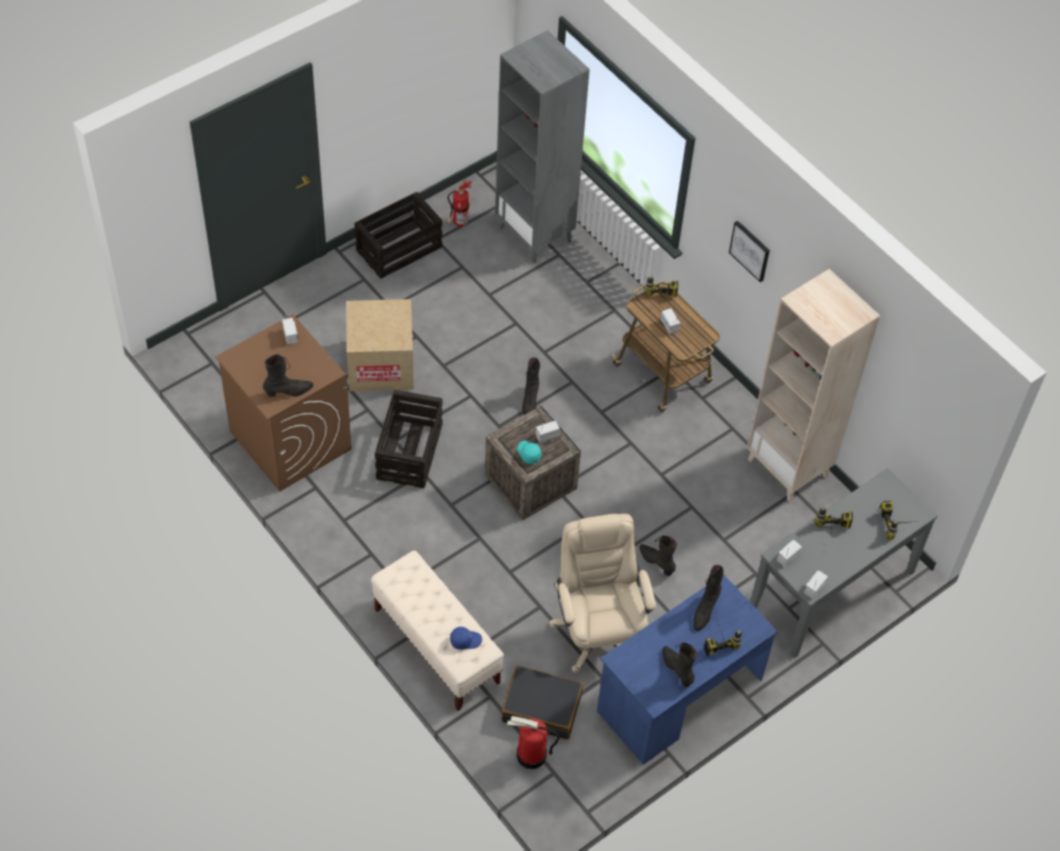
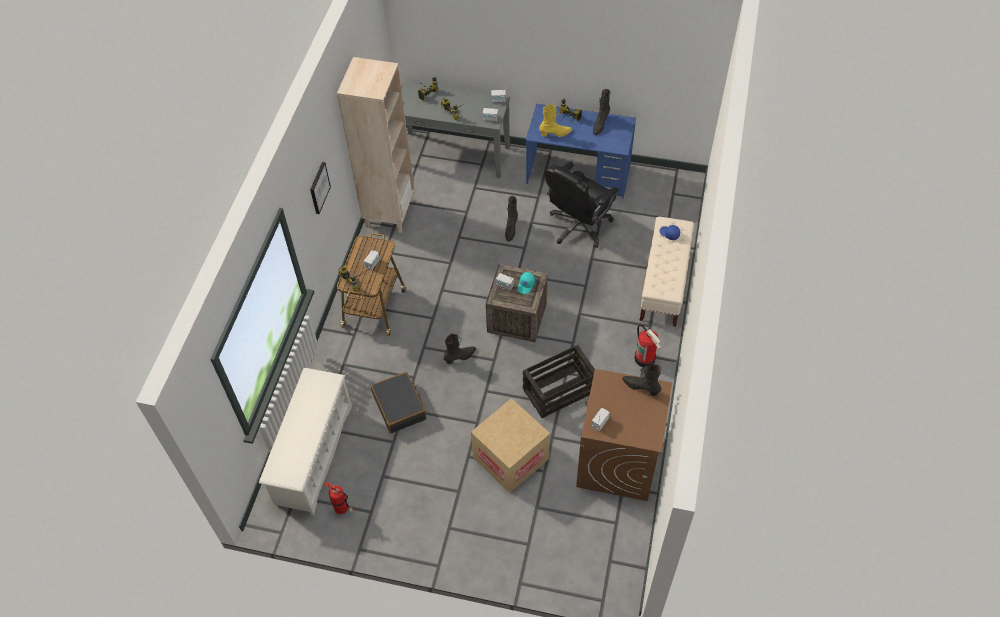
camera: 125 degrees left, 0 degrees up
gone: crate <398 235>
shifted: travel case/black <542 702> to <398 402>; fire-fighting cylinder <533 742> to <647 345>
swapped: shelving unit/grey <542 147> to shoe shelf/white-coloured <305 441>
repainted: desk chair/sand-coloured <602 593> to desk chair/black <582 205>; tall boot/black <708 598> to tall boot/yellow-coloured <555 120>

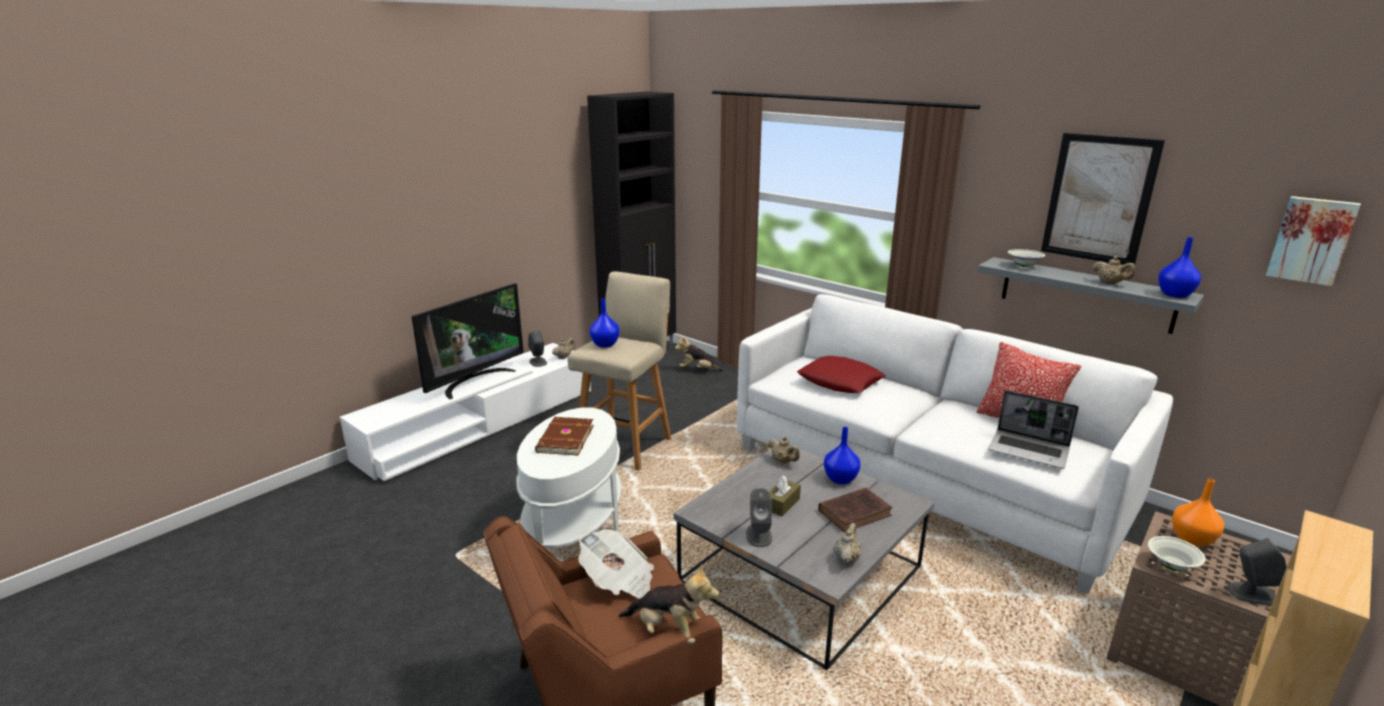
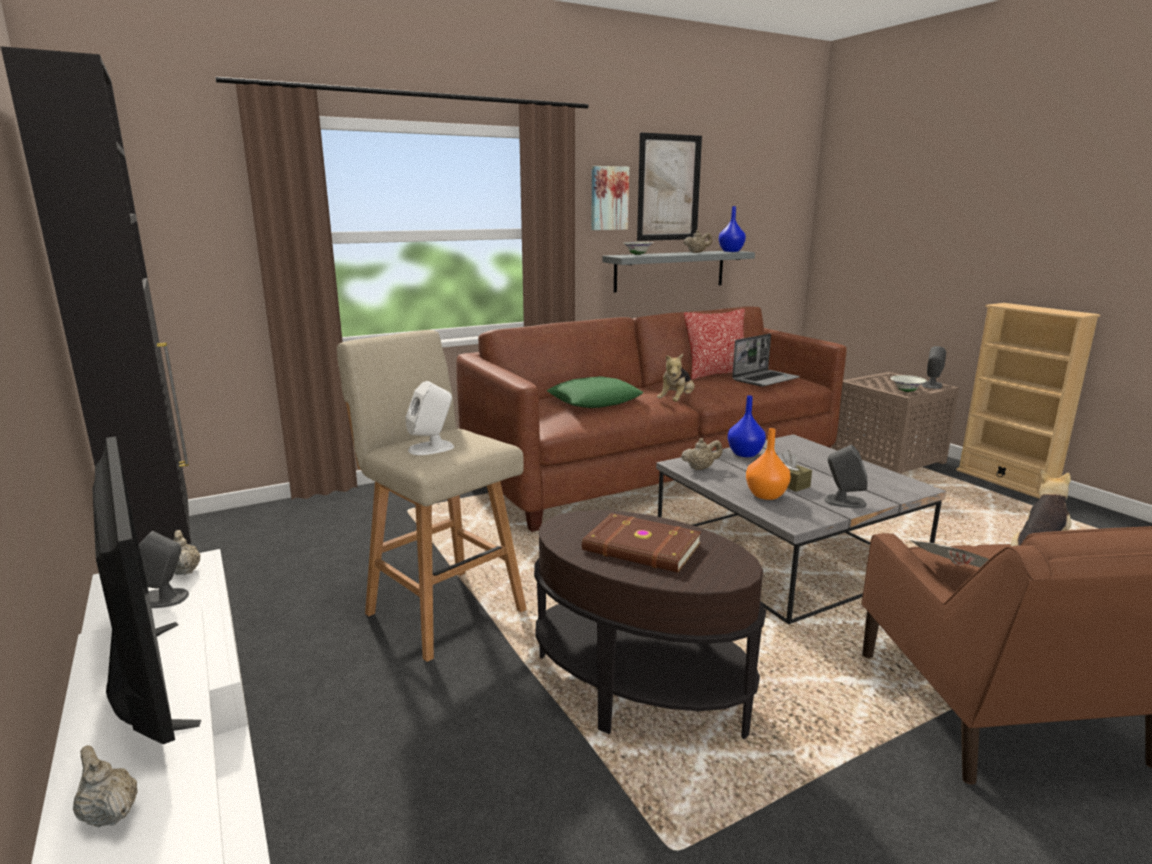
camera: 70 degrees left, 5 degrees down
gone: bound book/brownish <855 510>
shifted: cuddly toy <699 353> to <675 378>; teapot/sand-coloured <847 544> to <105 787>; decorative vase/orange-coloured <1198 513> to <768 464>; wall picture <1313 241> to <610 198>
swapped: decorative vase/blue <605 323> to audio speaker/white-coloured <430 418>
repainted: side table/white-coloured <569 478> to side table/brownish <650 624>; sofa/white-coloured <955 444> to sofa/brownish <651 419>; throw pillow/red-coloured <841 374> to throw pillow/green-coloured <595 392>

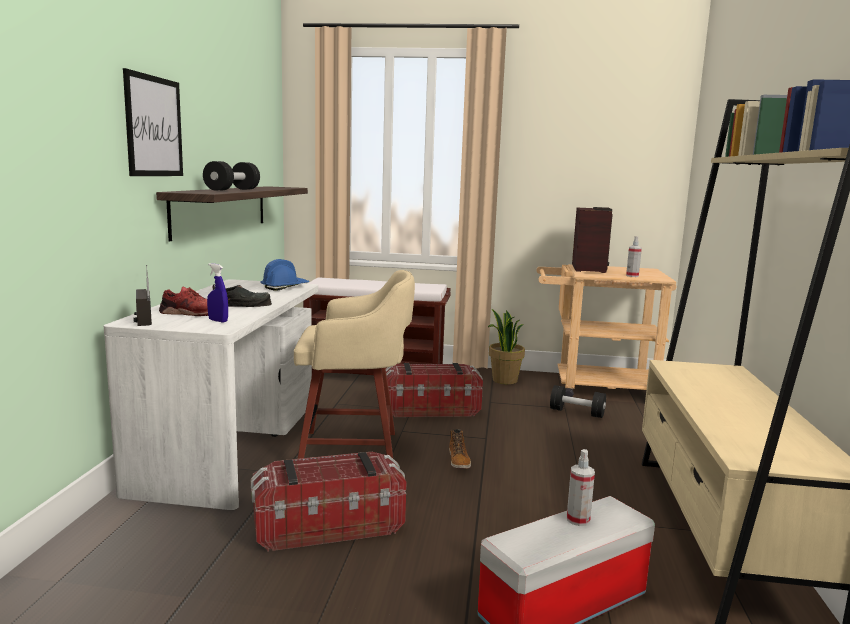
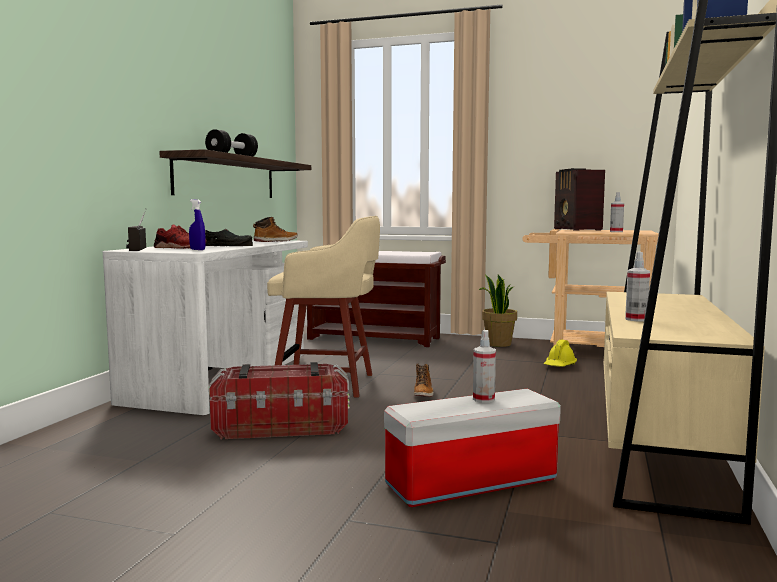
camera: 10 degrees right, 5 degrees down
gone: wall picture <153 122>; storage box <434 390>
new: sprayer <637 286>
swapped: safety helmet/blue <285 275> to tall boot <275 229>; hand weight/black <578 401> to safety helmet/yellow-coloured <560 353>
rotated: radio receiver <592 240> = <579 199> 150 degrees clockwise

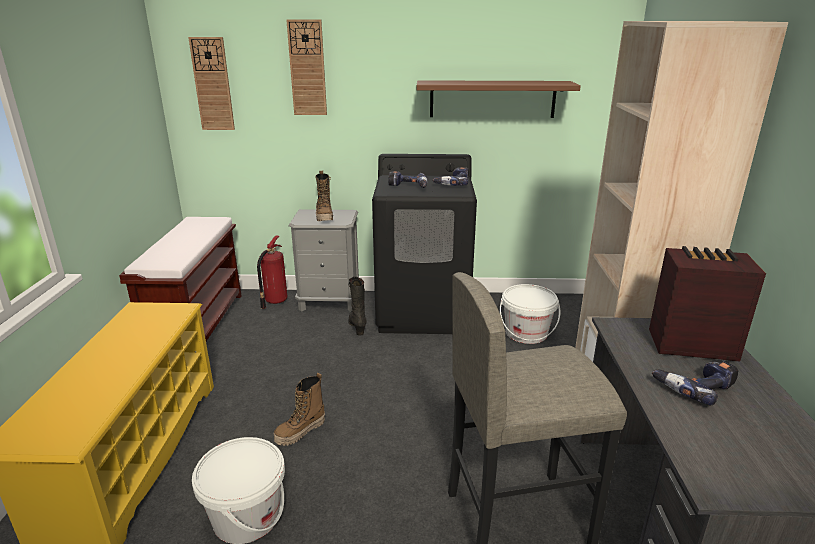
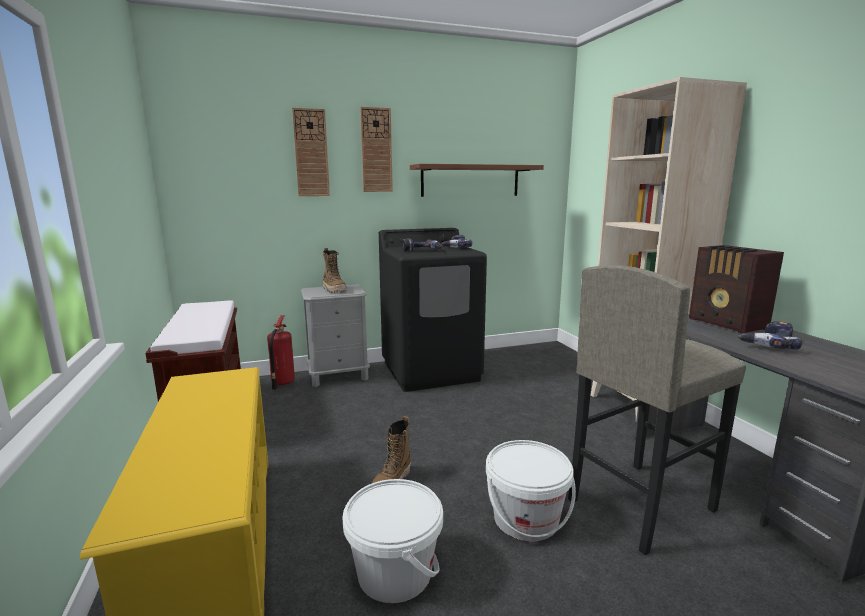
camera: 20 degrees left, 10 degrees down
gone: tall boot/black <357 306>
shifted: clock on the wall <211 83> to <376 149>; pail/white-coloured <530 314> to <531 490>
rotated: radio receiver <707 303> = <736 289> 105 degrees counterclockwise

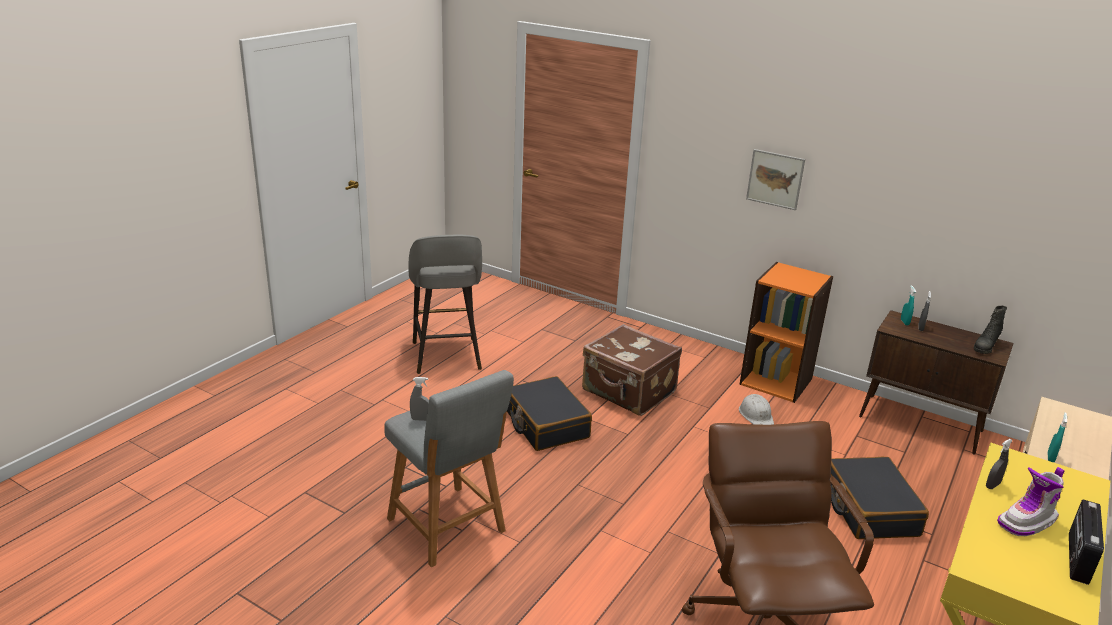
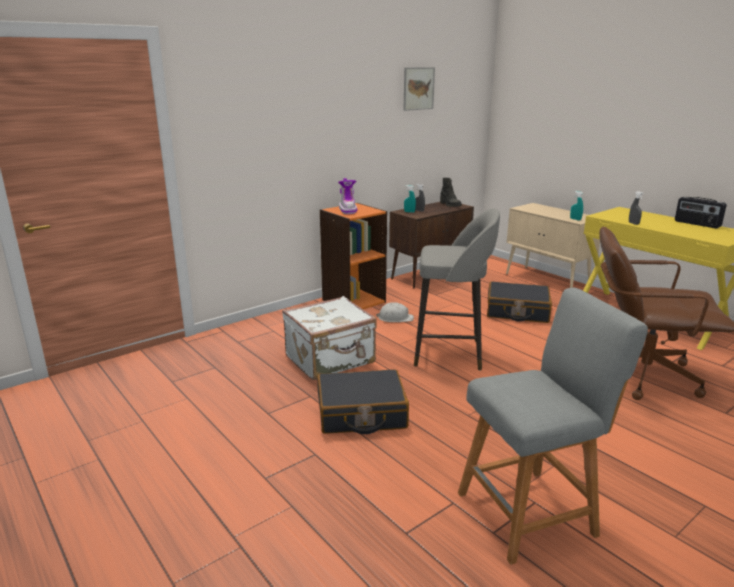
camera: 70 degrees left, 5 degrees down
gone: sprayer/grey <419 399>
shifted: sitting stool/grey <445 304> to <457 289>; wall picture <775 179> to <419 89>; tall boot <1030 501> to <347 196>
repainted: travel case/brownish <632 370> to travel case/white-coloured <329 338>

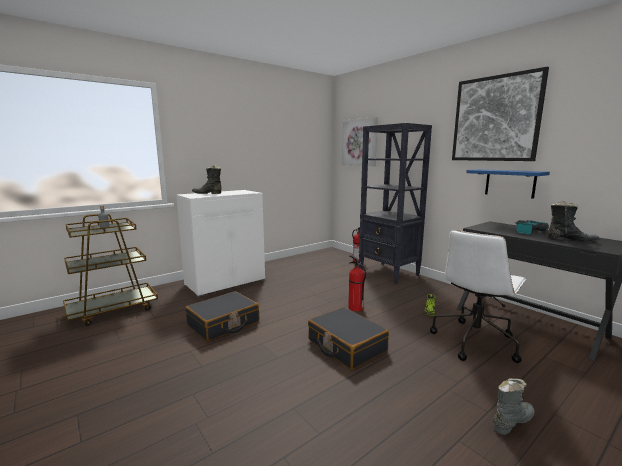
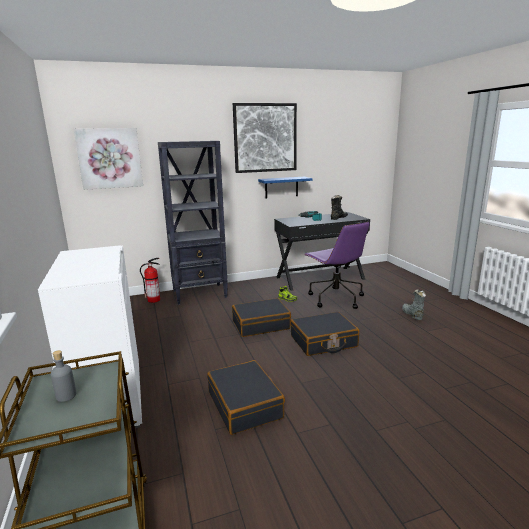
camera: 70 degrees left, 5 degrees up
gone: tall boot/black <207 179>
swapped: fire-fighting cylinder <357 283> to travel case/black <261 317>
repainted: desk chair/white-coloured <478 296> to desk chair/purplish <337 265>

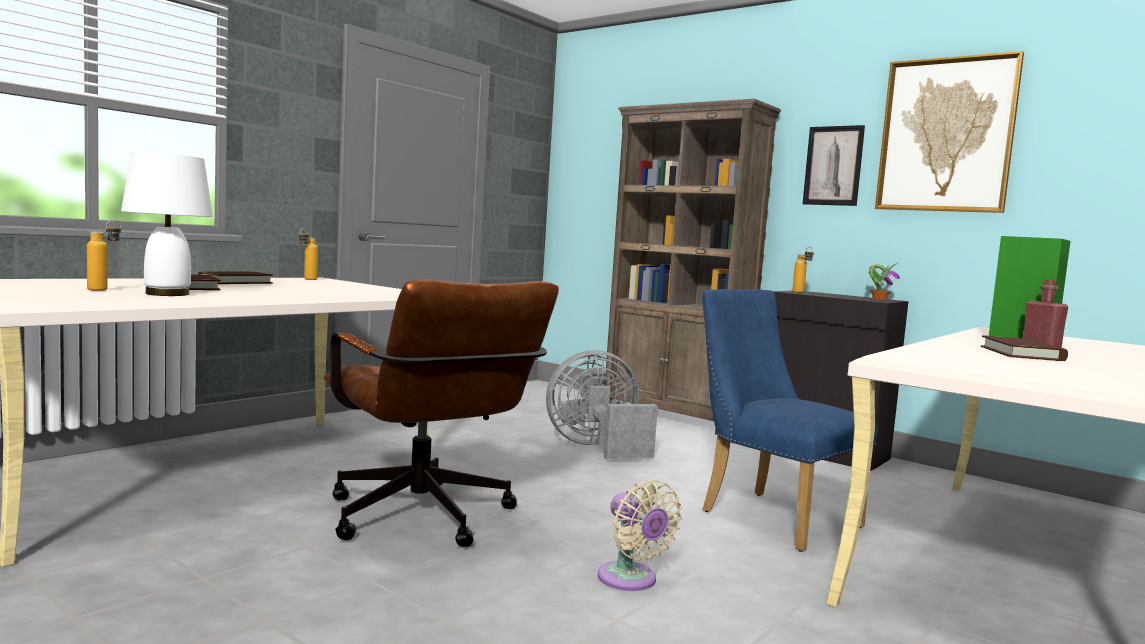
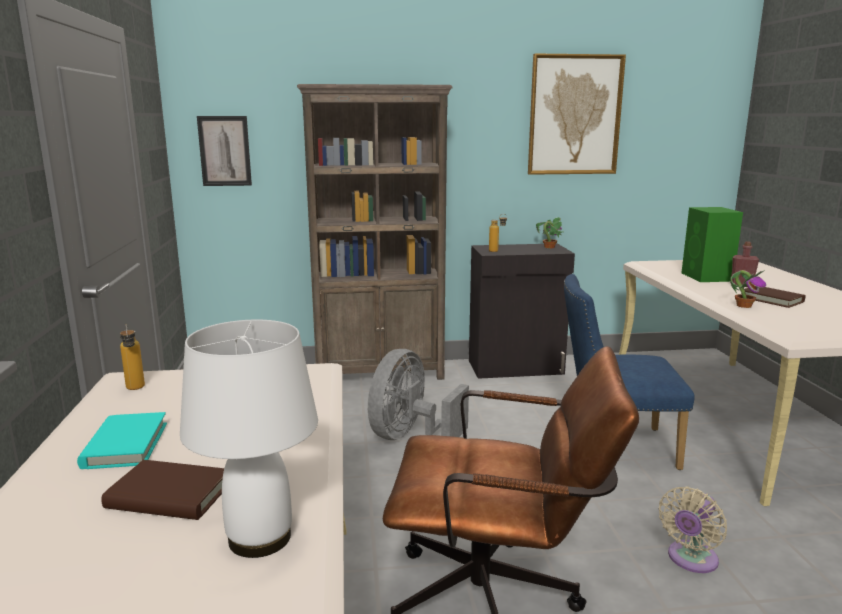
camera: 45 degrees left, 10 degrees up
gone: bottle <104 255>
new: potted plant <748 289>
shifted: wall picture <834 165> to <224 151>
repainted: bound book/brownish <235 278> to bound book/turquoise-coloured <122 440>
rotated: electric fan/sand-coloured <640 535> = <693 529> 120 degrees clockwise

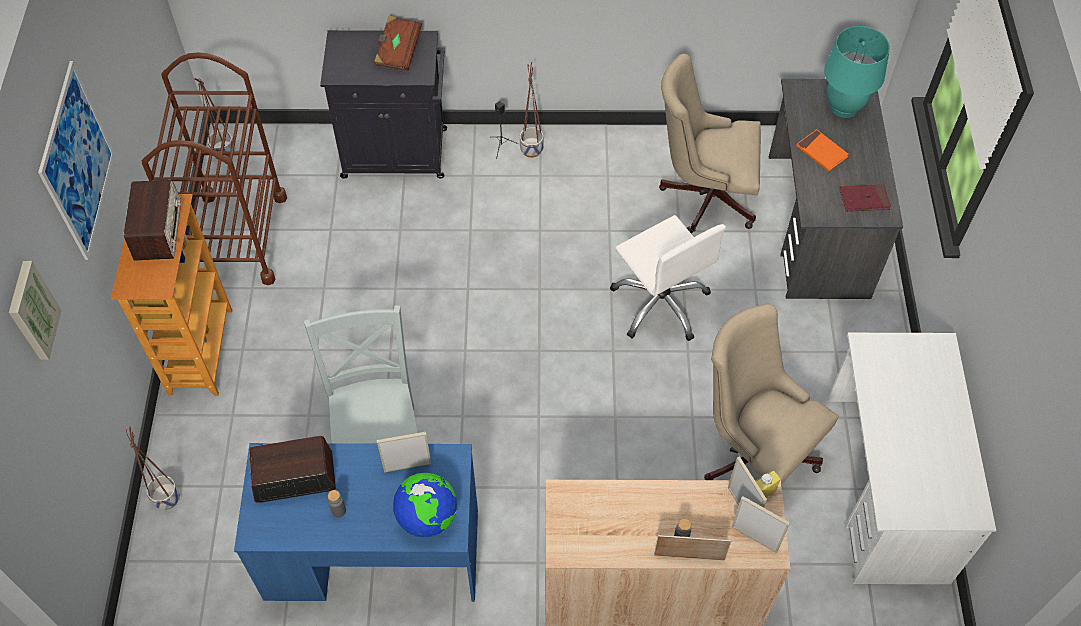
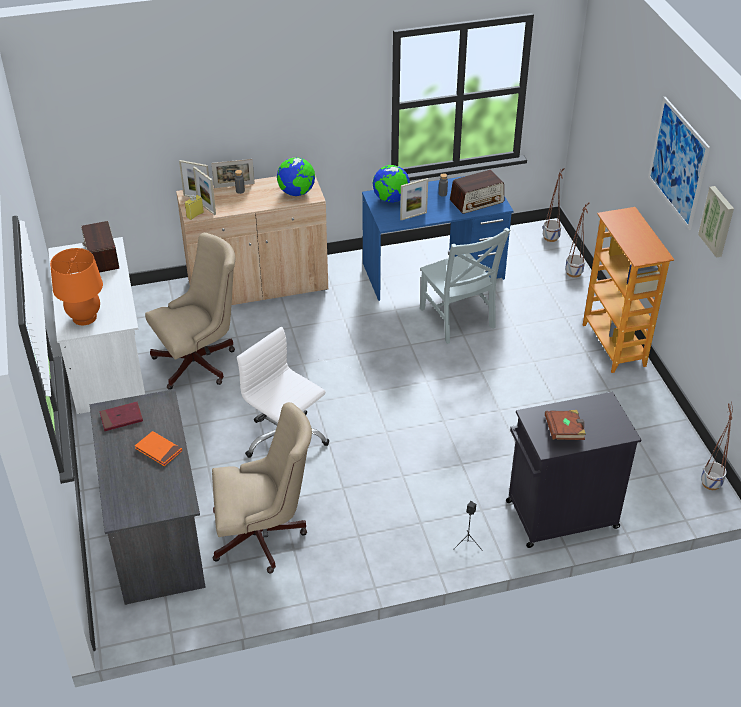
camera: 165 degrees right, 15 degrees down
gone: trolley/brownish <214 168>; table lamp/turquoise-coloured <857 72>
new: table lamp/orange-coloured <76 286>; desk globe <296 176>
shifted: wall picture <35 310> to <716 222>; radio receiver <152 220> to <100 247>; plant pot <532 110> to <554 205>
rotated: desk chair/sand-coloured <771 394> = <190 311> 60 degrees counterclockwise

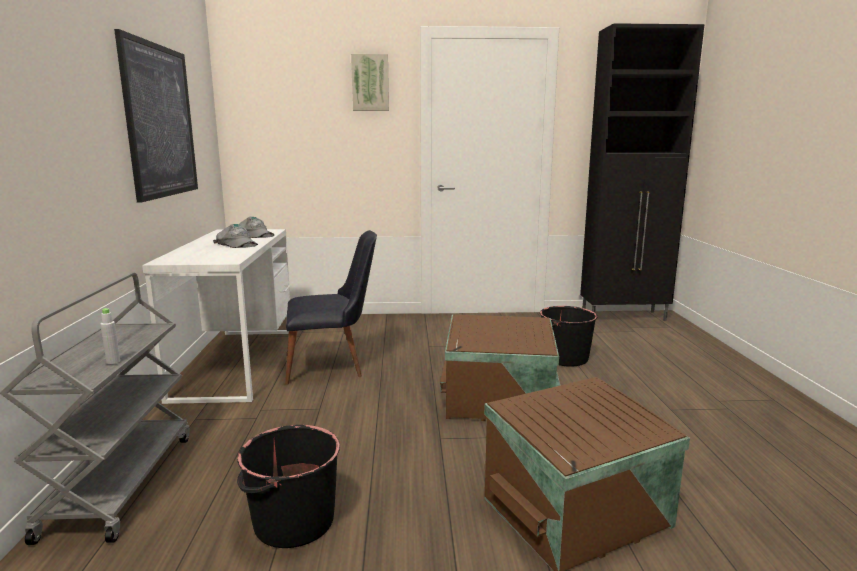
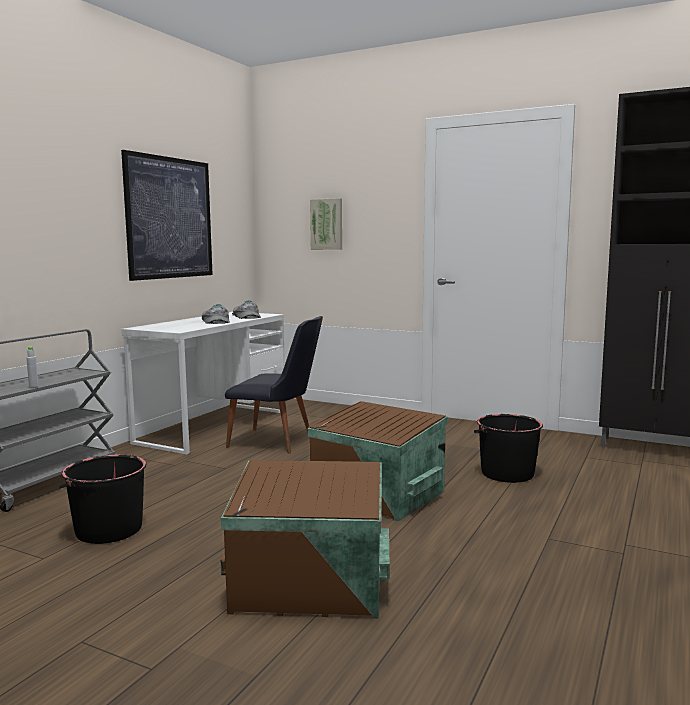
camera: 30 degrees right, 5 degrees down
shifted: wall picture <370 82> to <326 224>

